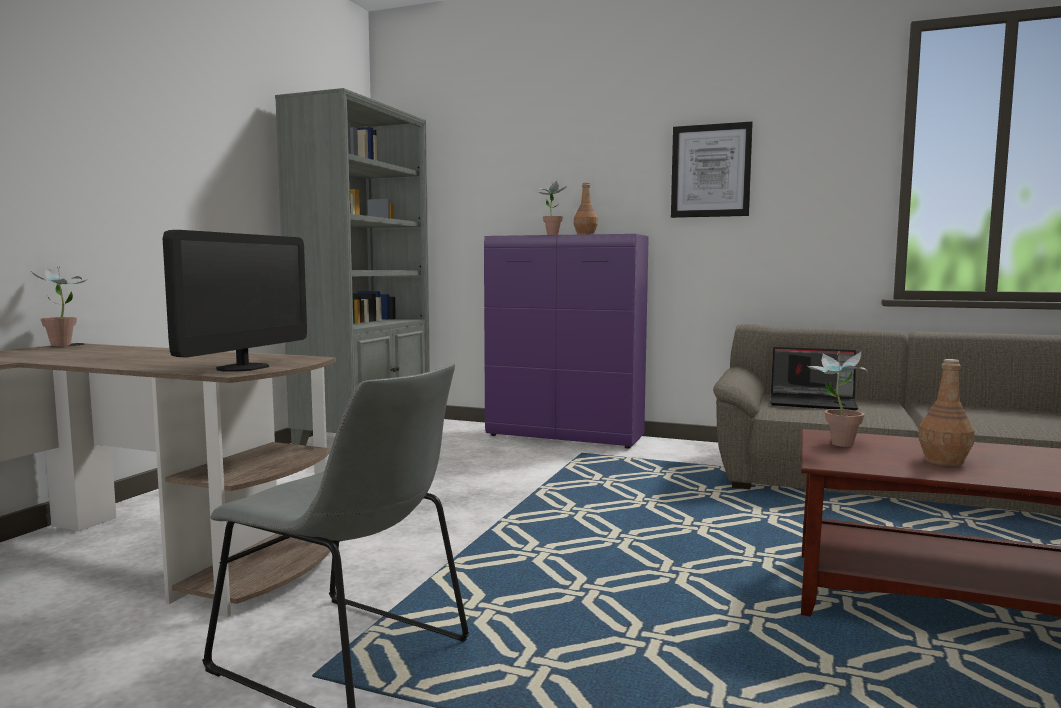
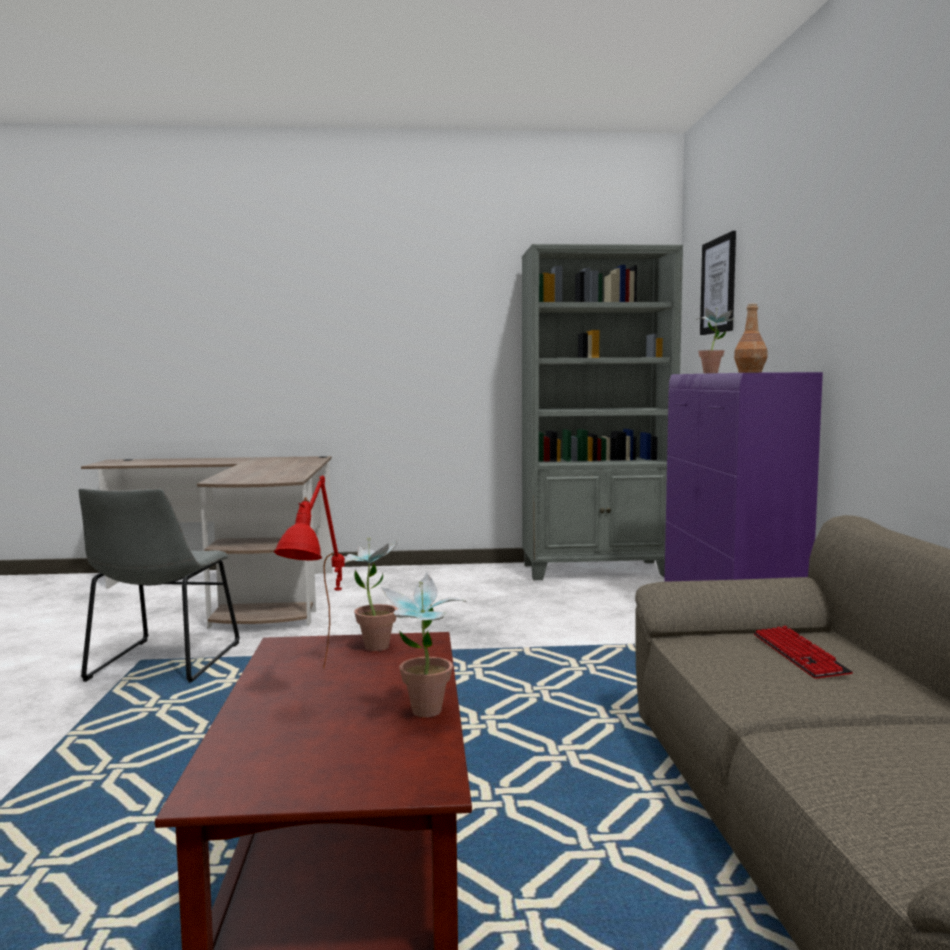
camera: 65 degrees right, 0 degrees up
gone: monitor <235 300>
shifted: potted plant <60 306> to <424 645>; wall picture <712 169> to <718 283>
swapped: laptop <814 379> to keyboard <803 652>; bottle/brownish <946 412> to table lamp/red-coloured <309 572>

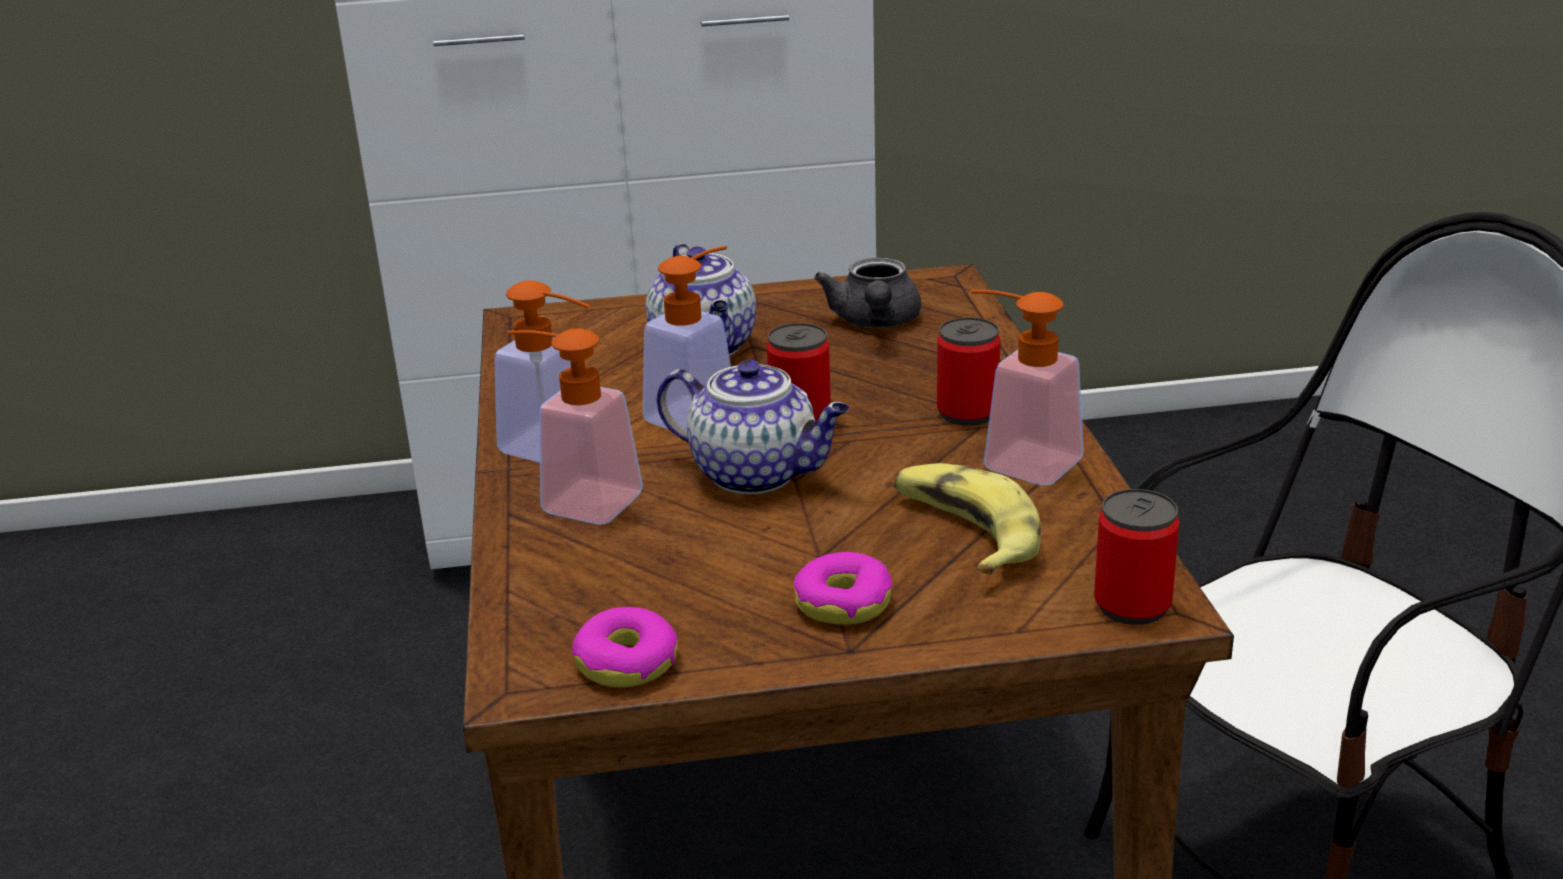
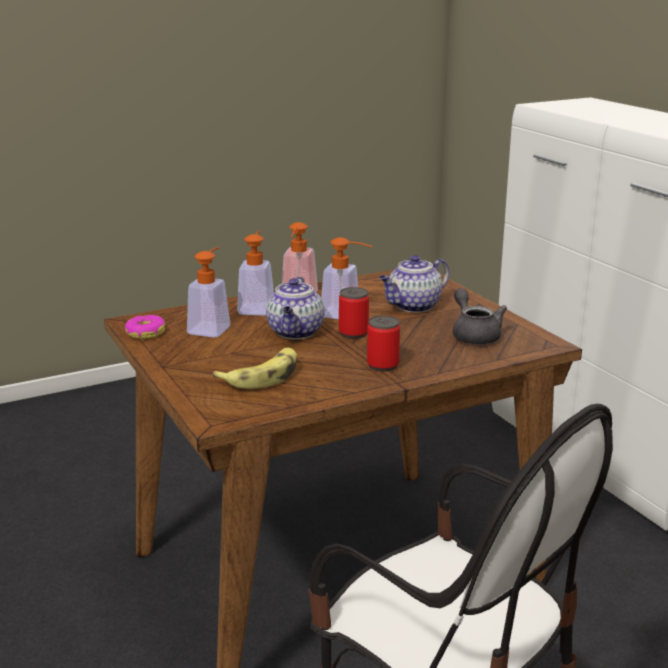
camera: 70 degrees right, 5 degrees down
gone: donut <843 588>; can <1137 557>
shifted: soap bottle <1027 387> to <208 292>
rotated: teapot/grey <867 292> = <480 316> 90 degrees clockwise

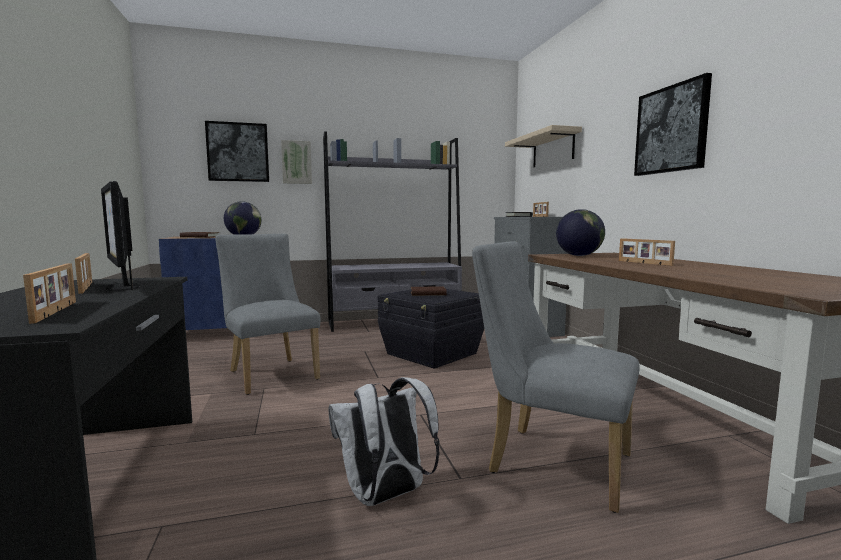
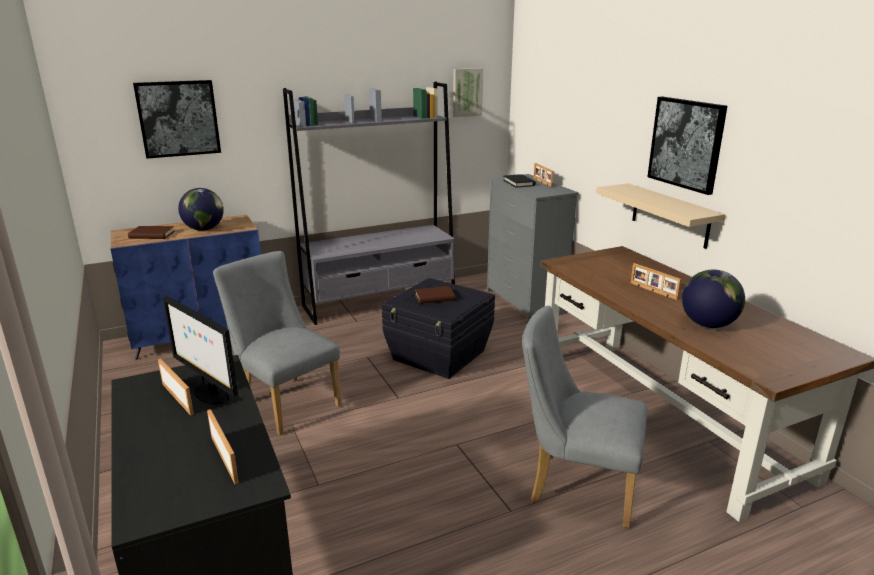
camera: 10 degrees left, 15 degrees up
gone: knapsack/white-coloured <384 441>
shifted: wall picture <296 162> to <468 92>; shelf/sand-coloured <543 146> to <660 216>; desk globe <580 232> to <713 299>

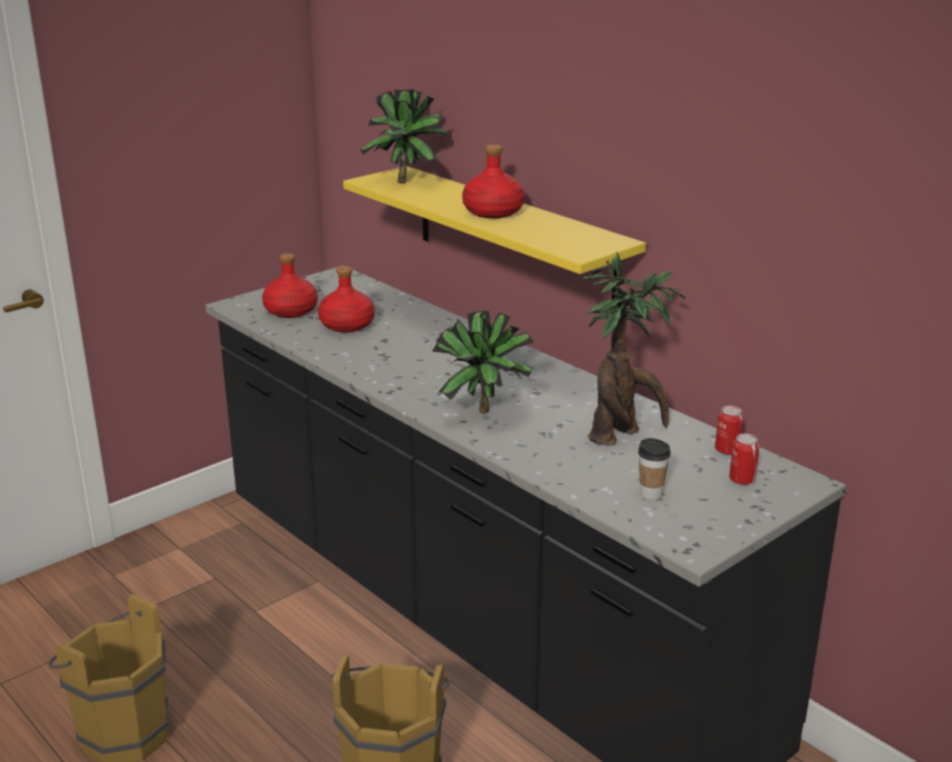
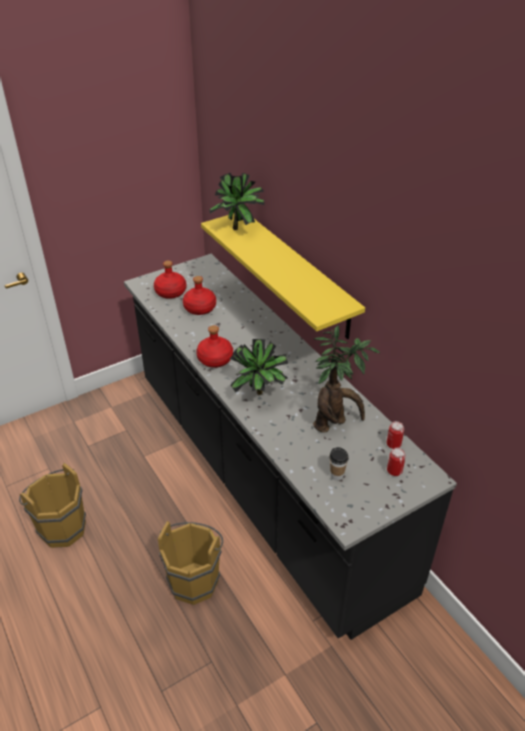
camera: 10 degrees right, 15 degrees up
shifted: bottle/red-coloured <493 181> to <214 346>

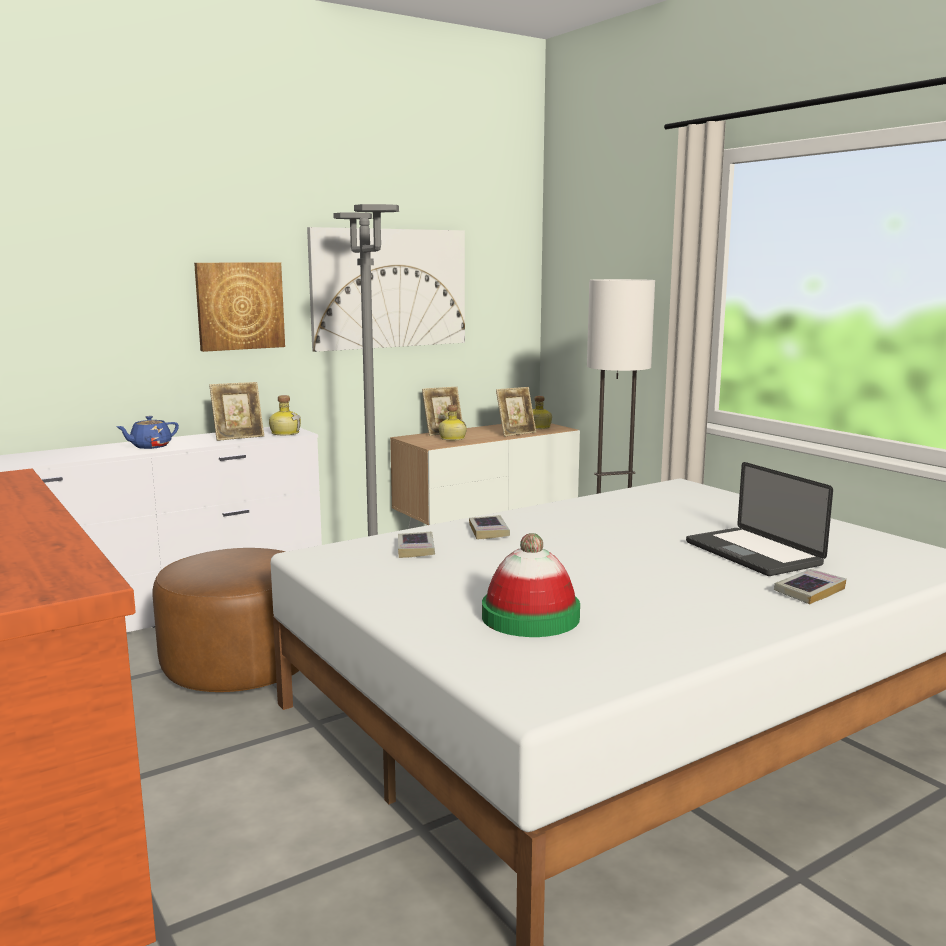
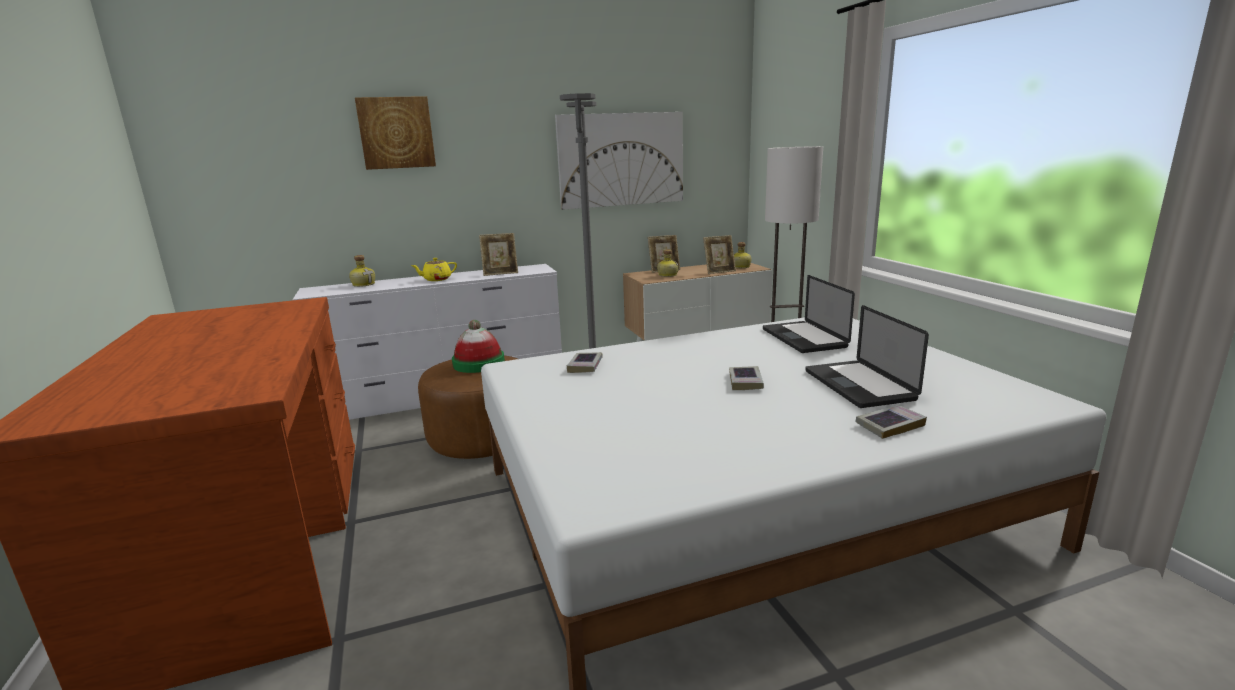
camera: 15 degrees right, 5 degrees up
new: laptop <809 314>
shifted: wall picture <239 307> to <395 133>; bottle <285 415> to <362 271>; bound book <489 527> to <746 378>; clothing hat <531 585> to <478 346>
repainted: teapot/blue <147 432> to teapot/yellow-coloured <434 269>

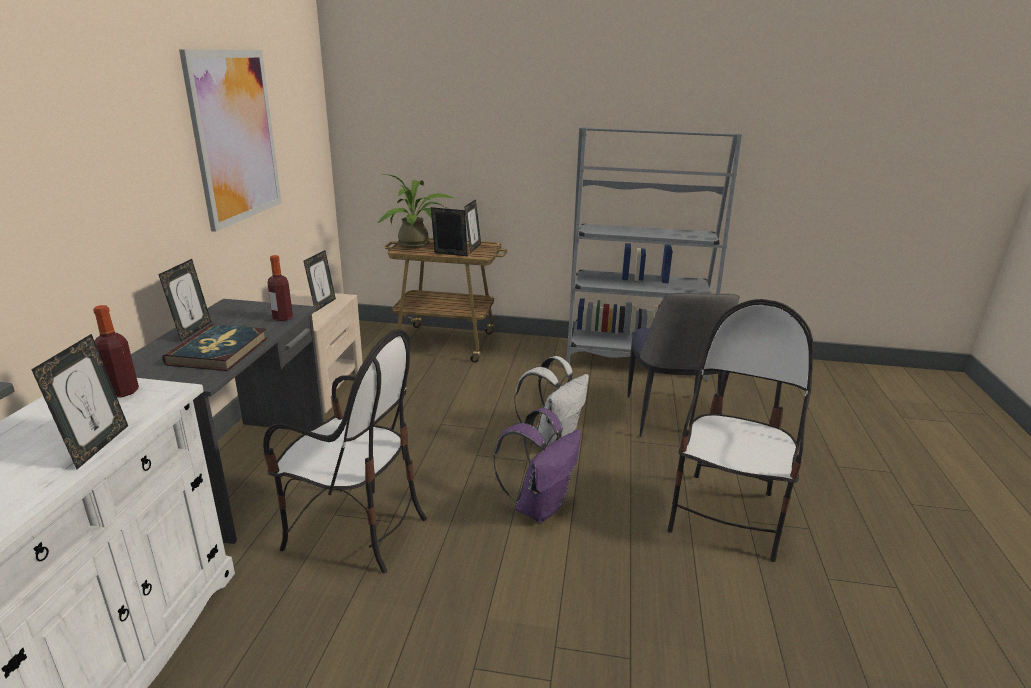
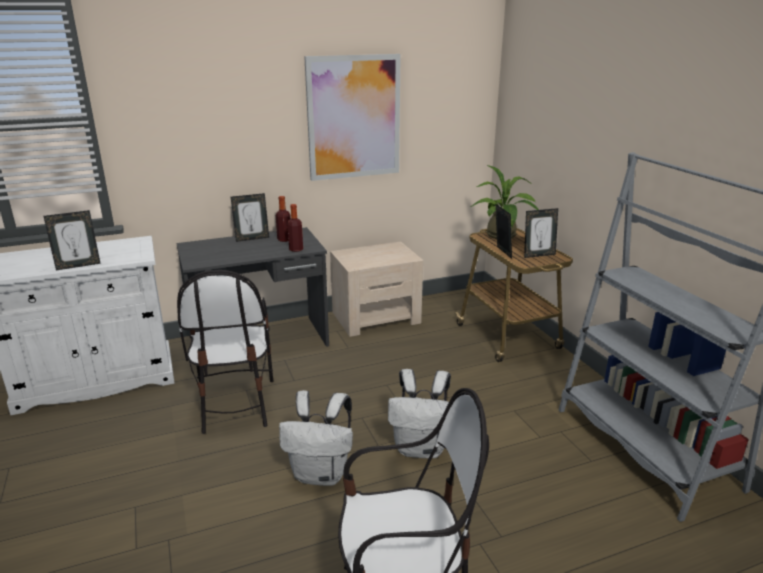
camera: 60 degrees right, 0 degrees up
gone: bound book <215 347>; picture frame <320 281>; plain chair <683 365>
shifted: bottle <116 351> to <283 219>
repainted: knapsack/purplish <537 465> to knapsack/white-coloured <316 438>

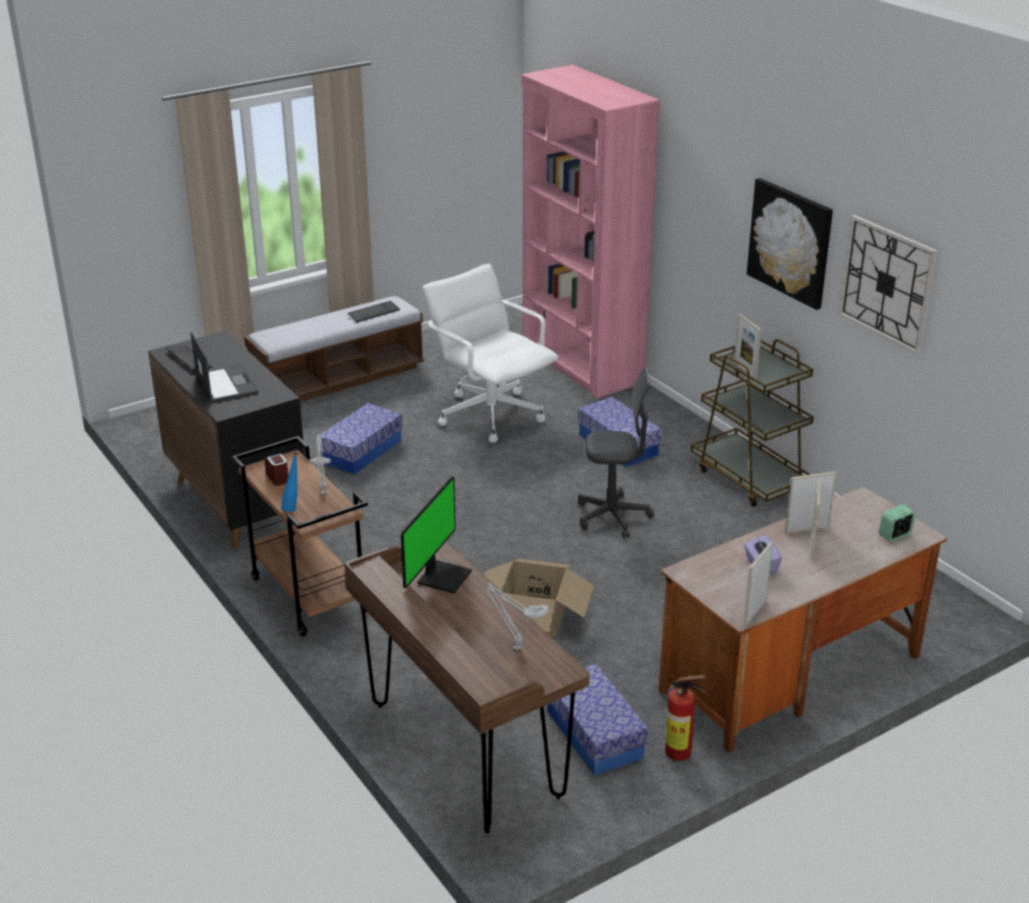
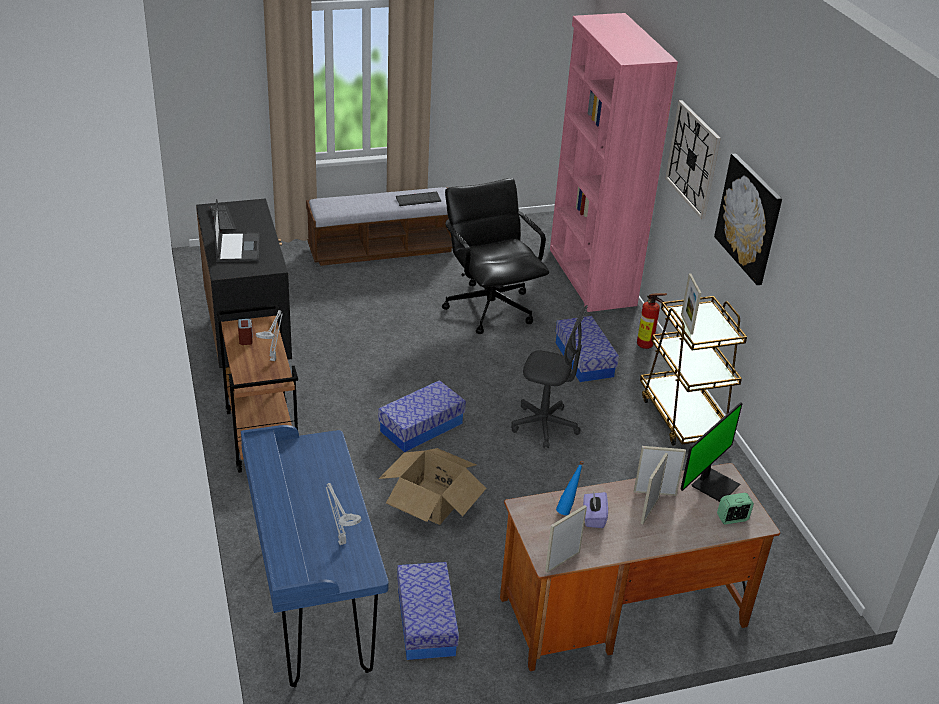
camera: 15 degrees right, 5 degrees up
shifted: bottle/blue <289 482> to <570 488>; storage box <360 439> to <422 416>; monitor <436 534> to <711 452>; fire-fighting cylinder <686 718> to <652 321>; clock on the wall <888 285> to <693 159>
repainted: desk unit/brownish <467 688> to desk unit/blue <315 556>; desk chair/white-coloured <491 353> to desk chair/black <495 256>

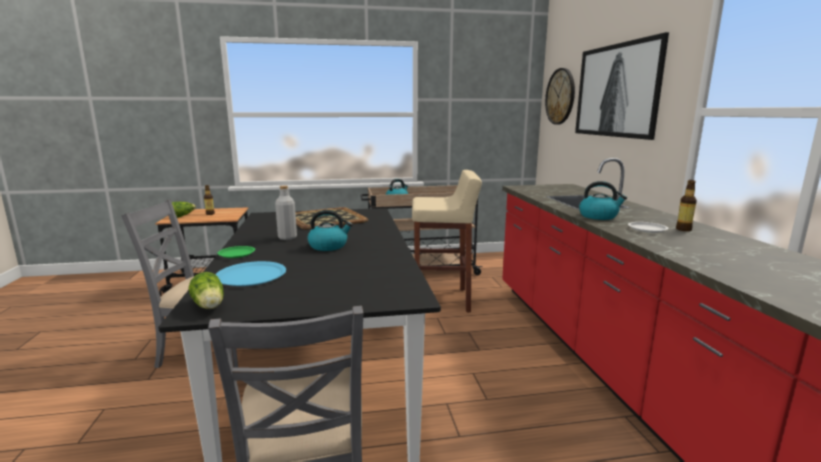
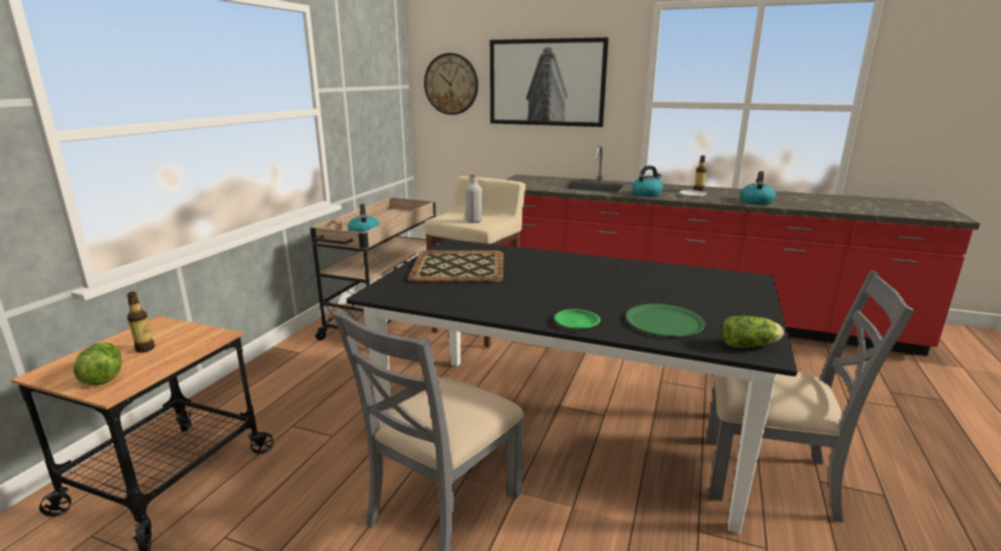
camera: 60 degrees left, 5 degrees up
shifted: bottle/grey <286 213> to <473 198>; water kettle <330 230> to <758 188>
repainted: plate/blue <250 273> to plate/green-coloured <665 320>

